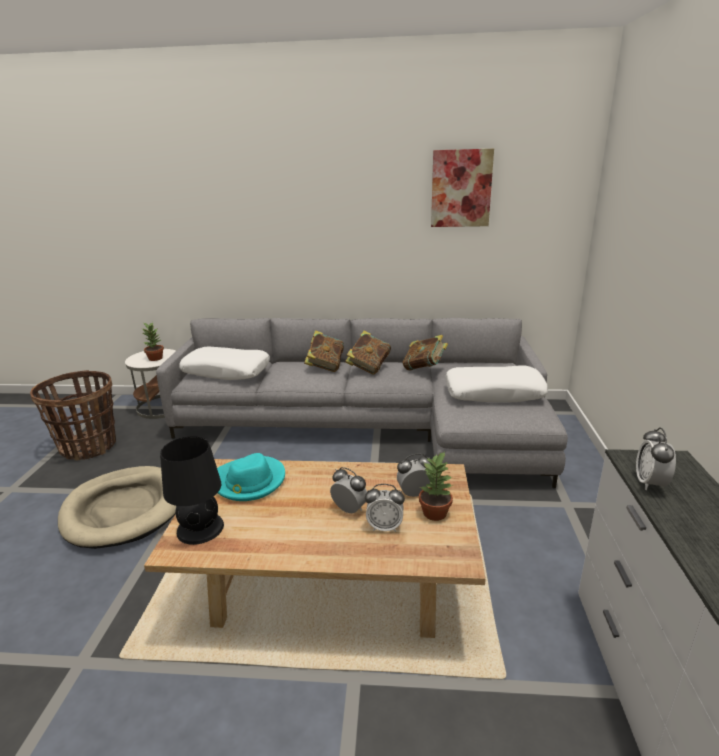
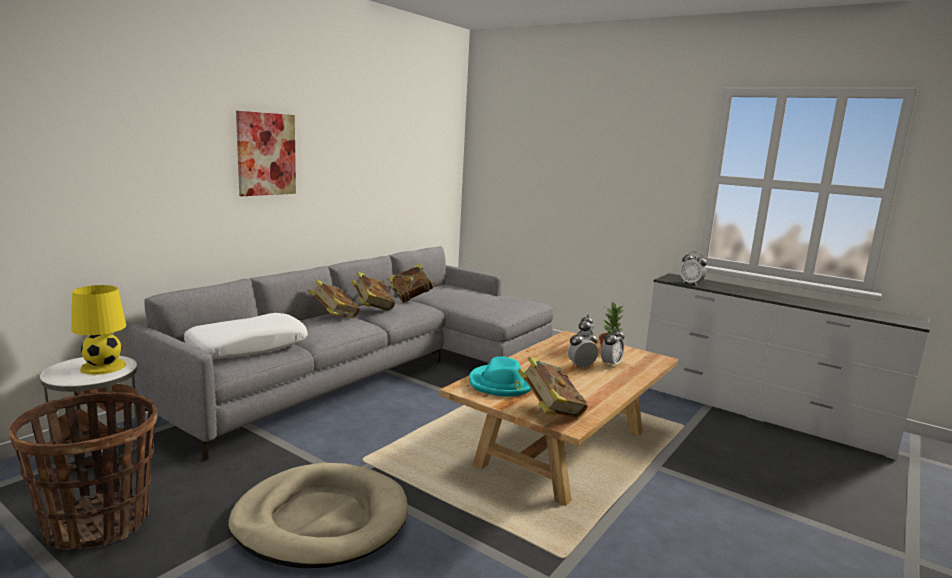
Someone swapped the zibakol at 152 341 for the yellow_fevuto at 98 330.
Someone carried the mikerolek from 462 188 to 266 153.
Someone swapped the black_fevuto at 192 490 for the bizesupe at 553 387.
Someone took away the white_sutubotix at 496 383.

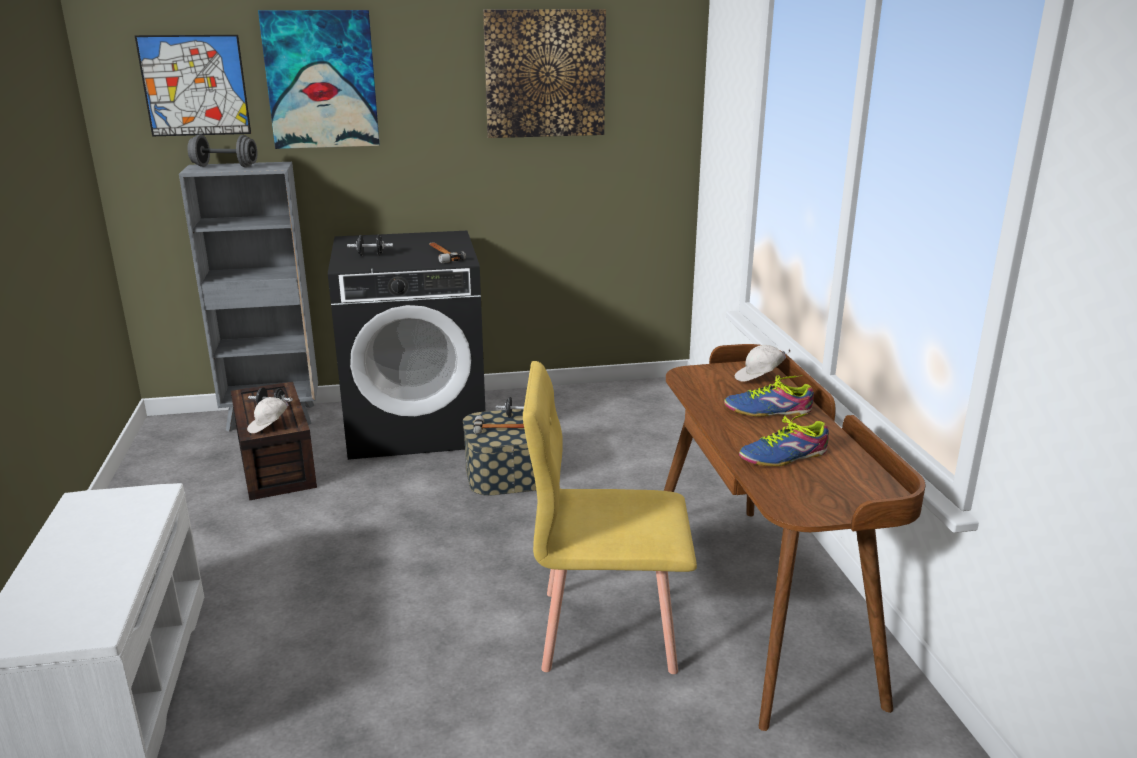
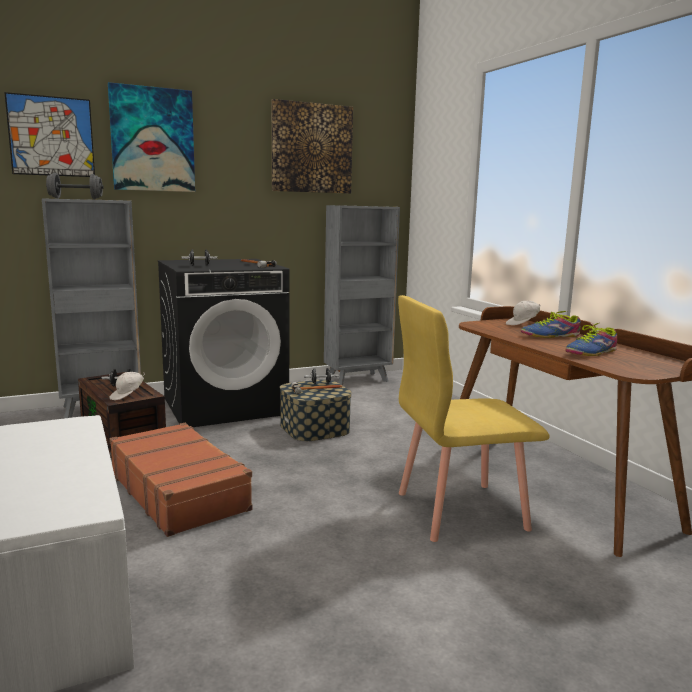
Someone put down the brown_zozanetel at 181 480.
Someone put down the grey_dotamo at 362 295.

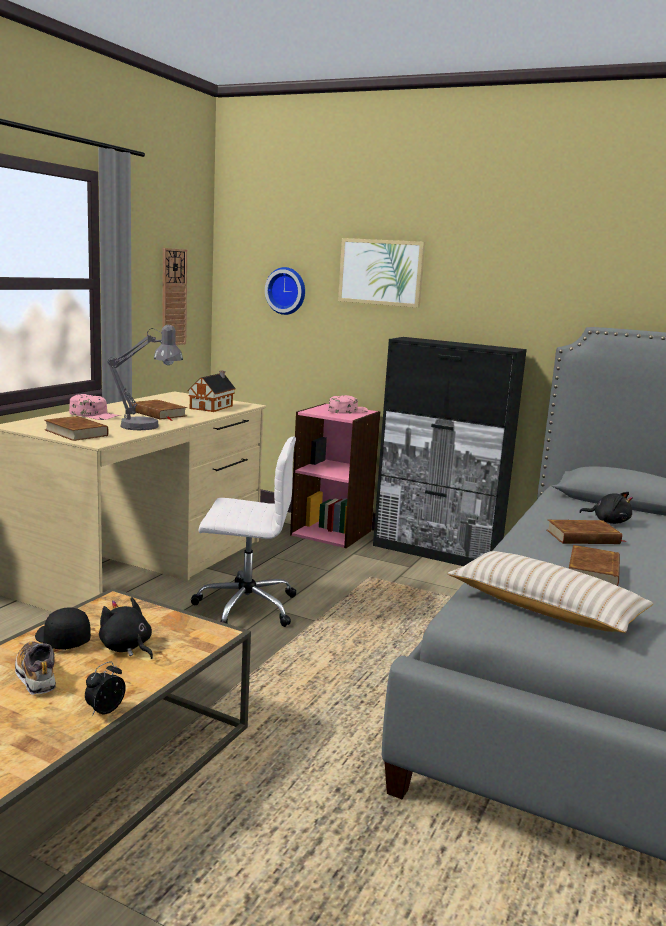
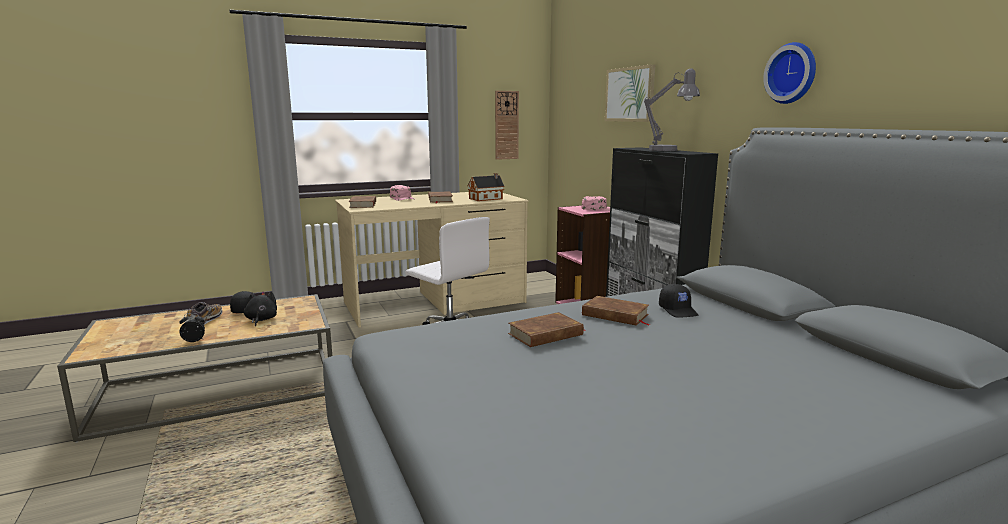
Someone carried the grey_fevuto from 145 378 to 672 109.
Someone swapped the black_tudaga at 606 508 for the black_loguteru at 678 301.
Someone carried the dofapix from 285 291 to 789 73.
Someone took away the beige_sutubotix at 550 592.

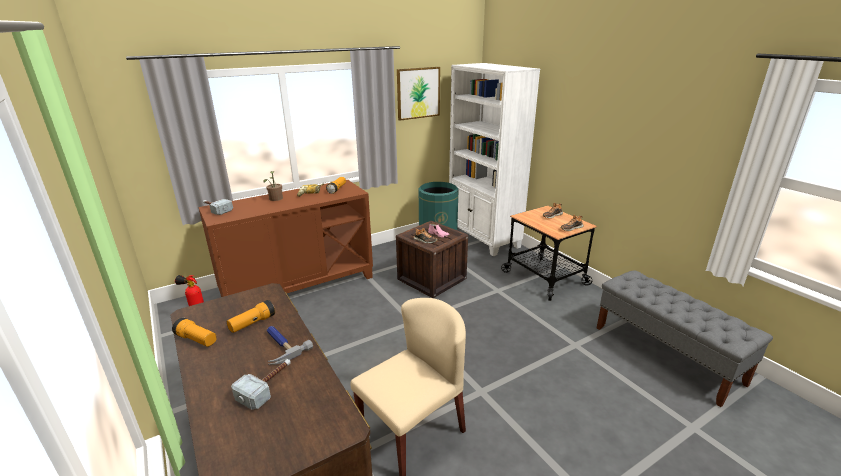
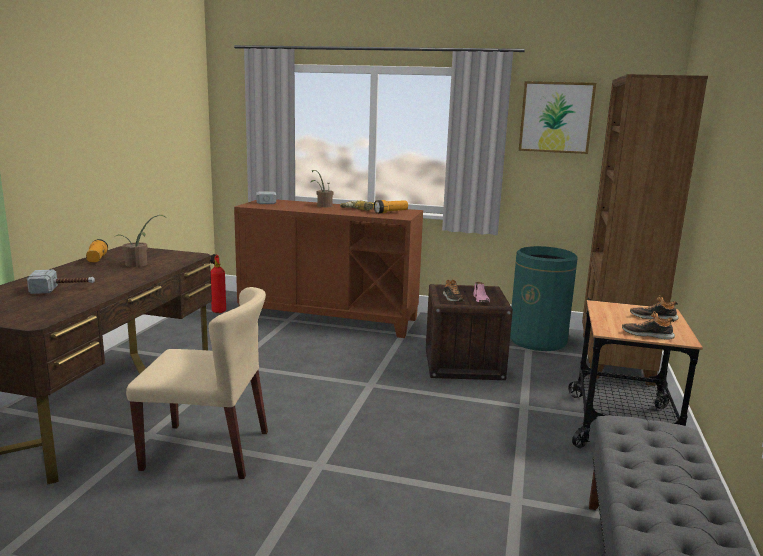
Someone swapped the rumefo at 251 316 for the zibakol at 141 241.
Someone repainted the white_dotamo at 494 159, which became the brown_dotamo at 645 230.
Someone took away the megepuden at 290 345.

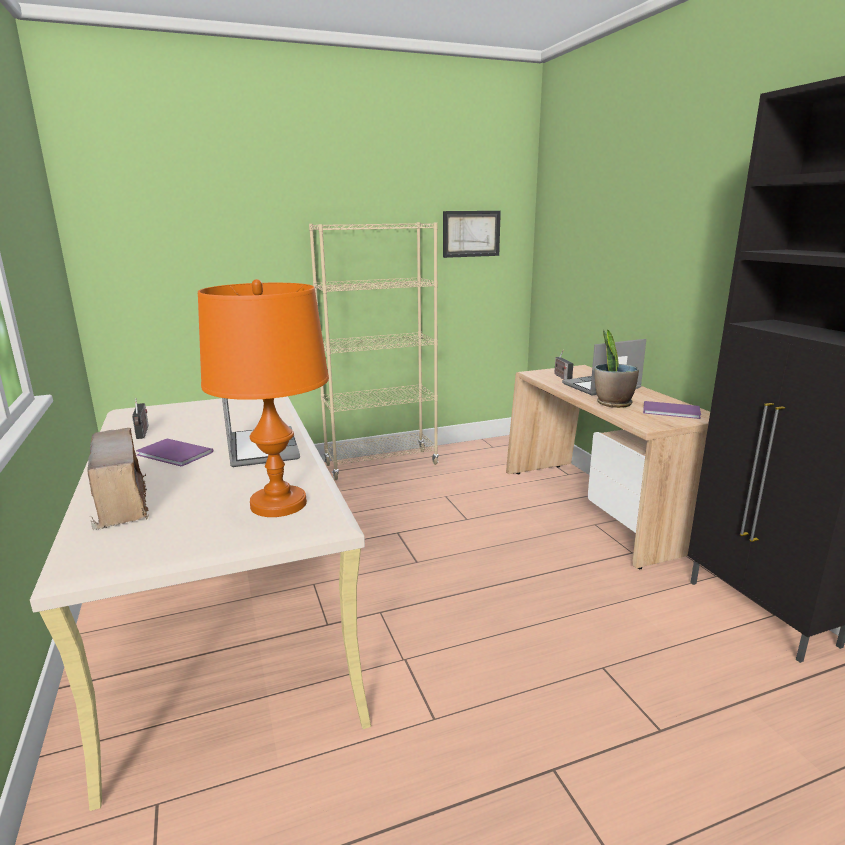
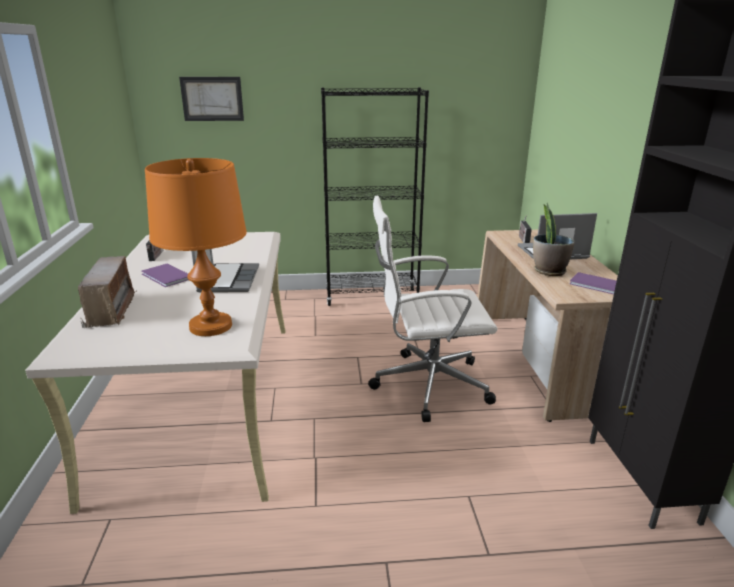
Someone carried the mikerolek from 472 234 to 211 99.
Someone repainted the beige_dotamo at 374 351, which became the black_dotamo at 375 196.
Someone put down the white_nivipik at 433 309.

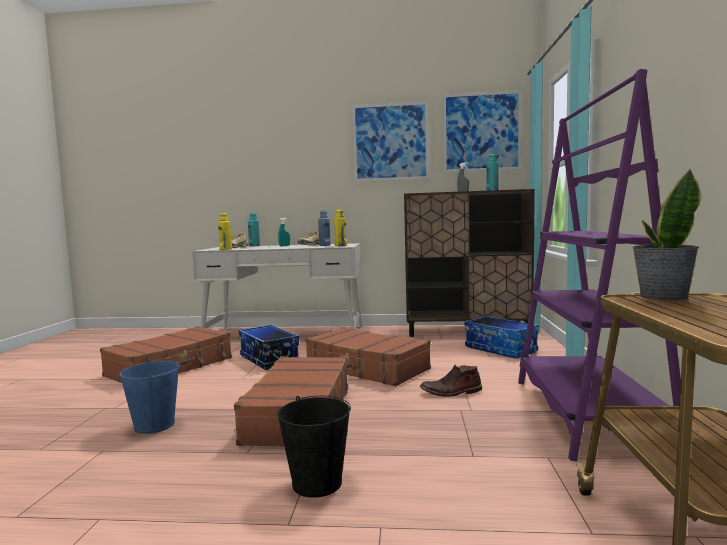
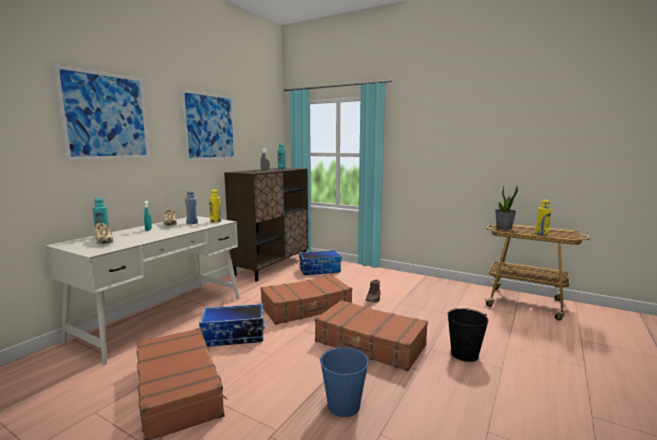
Someone carried the mikerolek from 482 131 to 101 112.
Someone carried the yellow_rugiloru from 225 231 to 543 217.
Someone took away the purple_dotamo at 599 265.

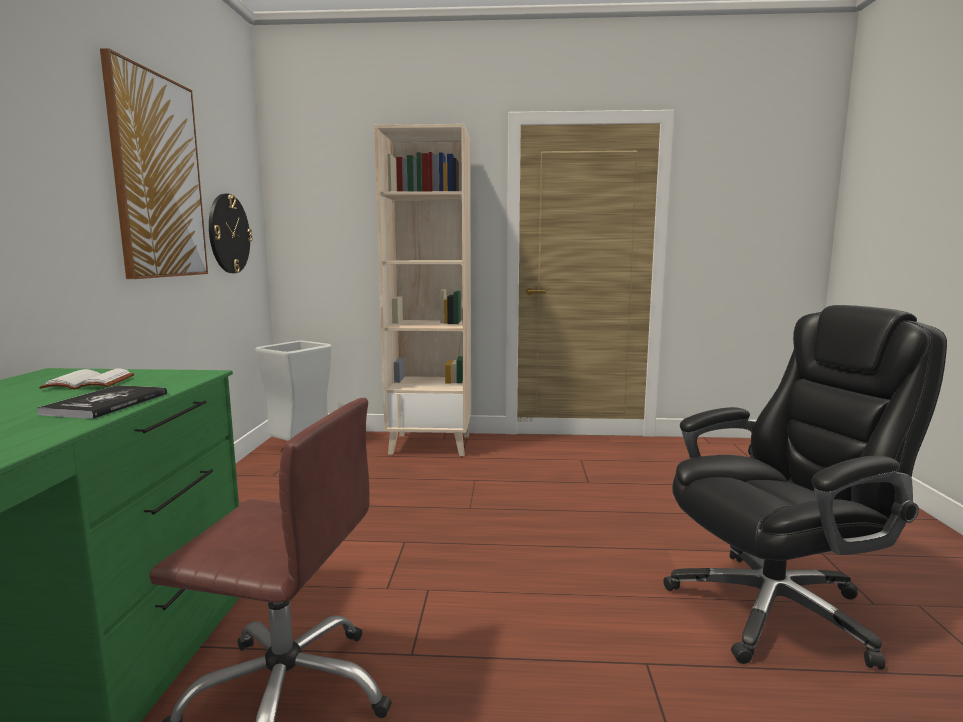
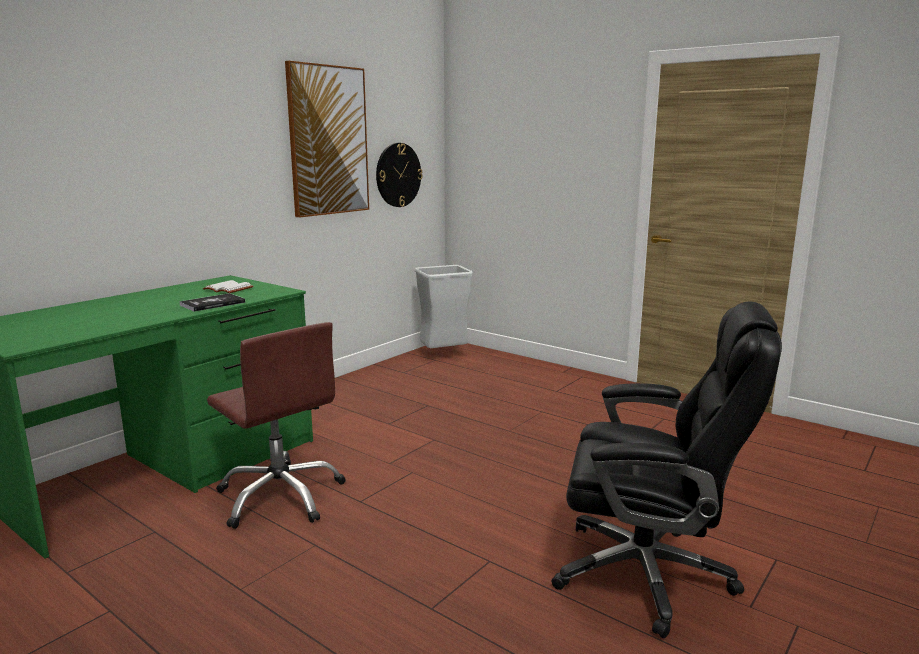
Someone took away the beige_dotamo at 422 290.

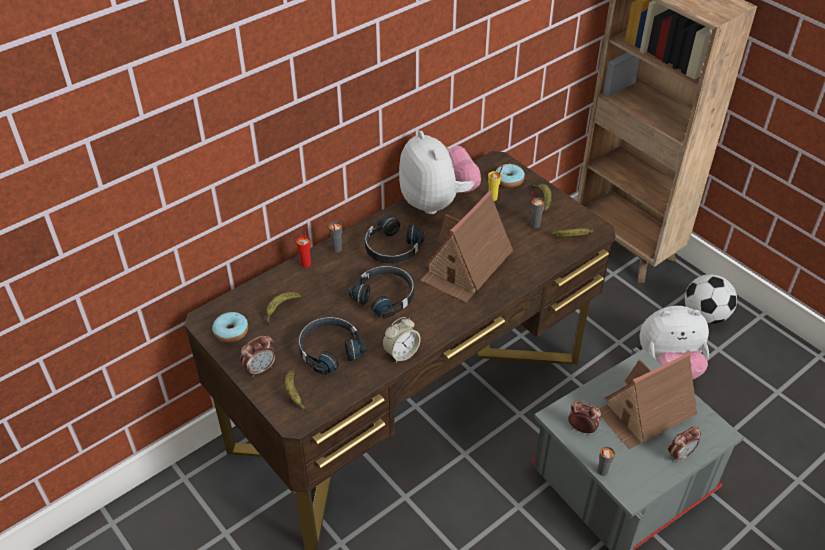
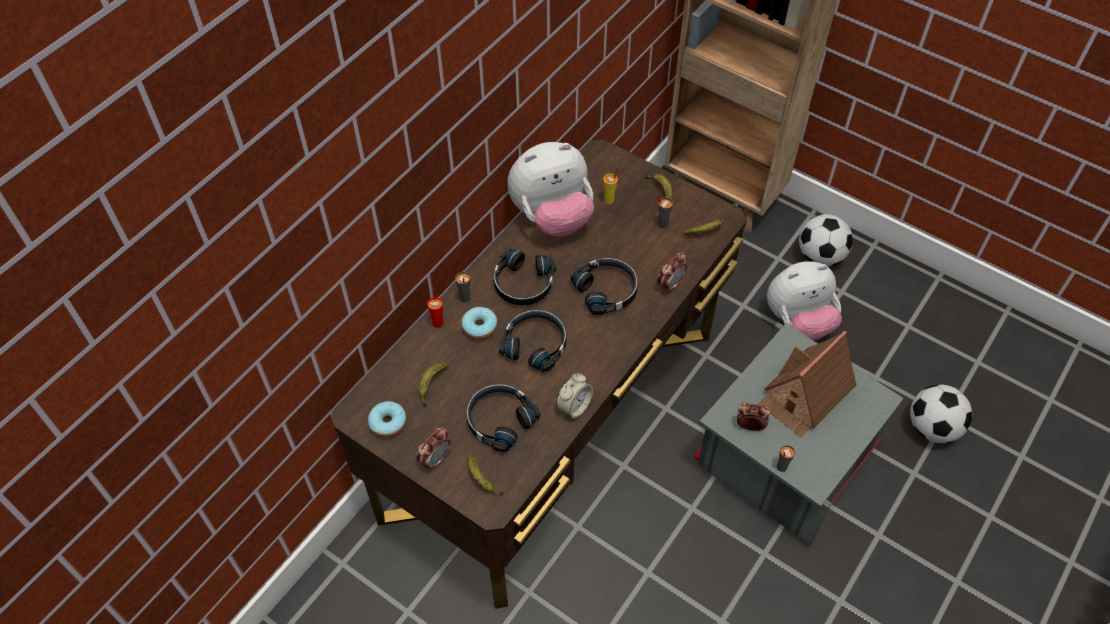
Someone carried the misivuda from 510 176 to 479 323.
Someone rotated the tudaga at 440 172 by 105 degrees clockwise.
Someone swapped the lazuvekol at 466 246 for the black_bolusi at 604 286.
Someone carried the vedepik from 684 444 to 672 272.
Someone put down the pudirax at 941 413.

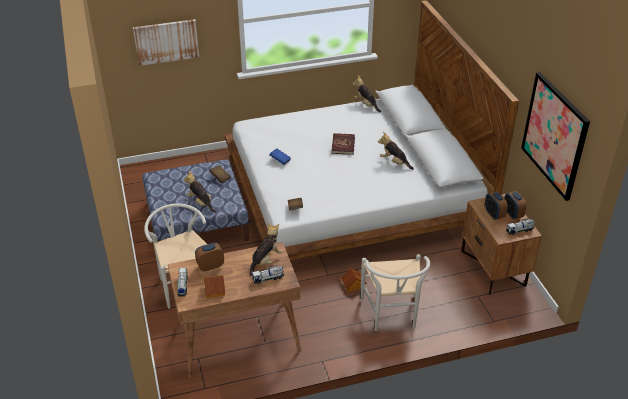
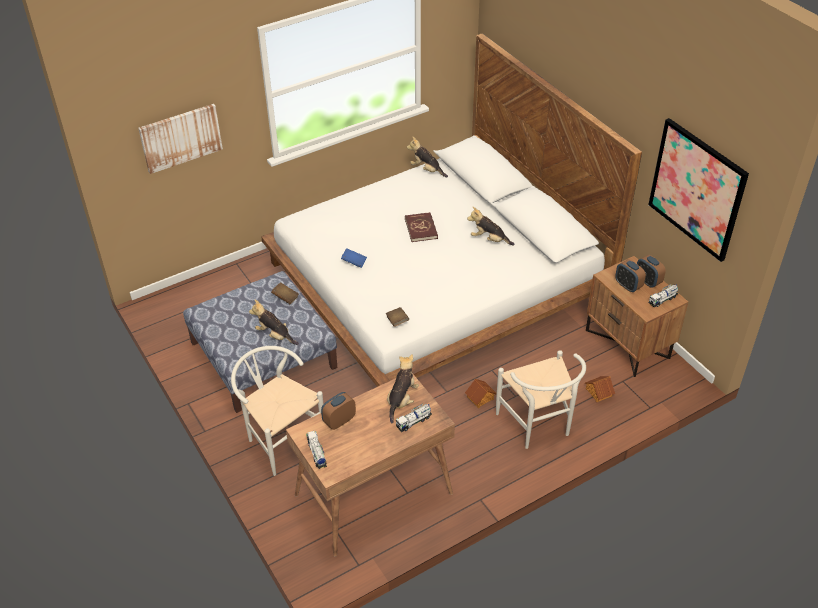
Someone carried the lazuvekol from 214 286 to 600 389.

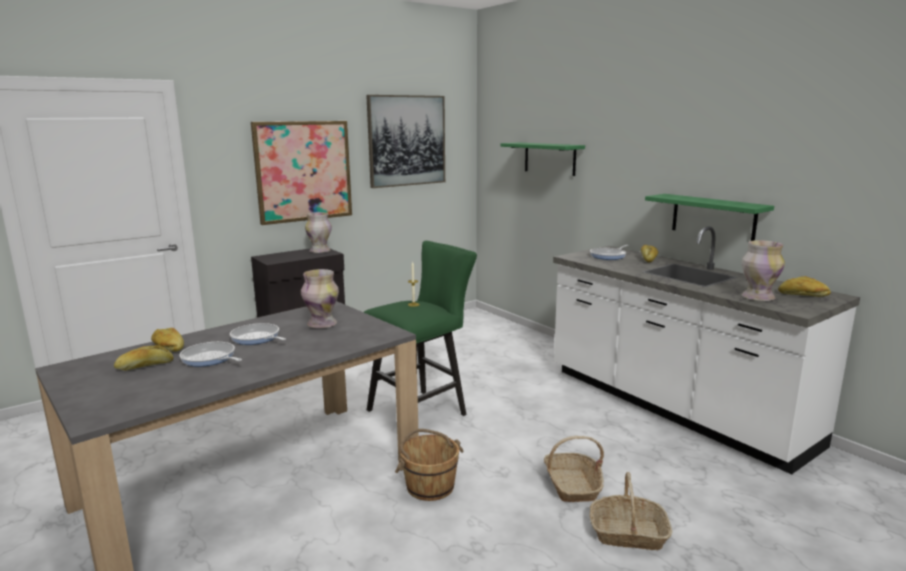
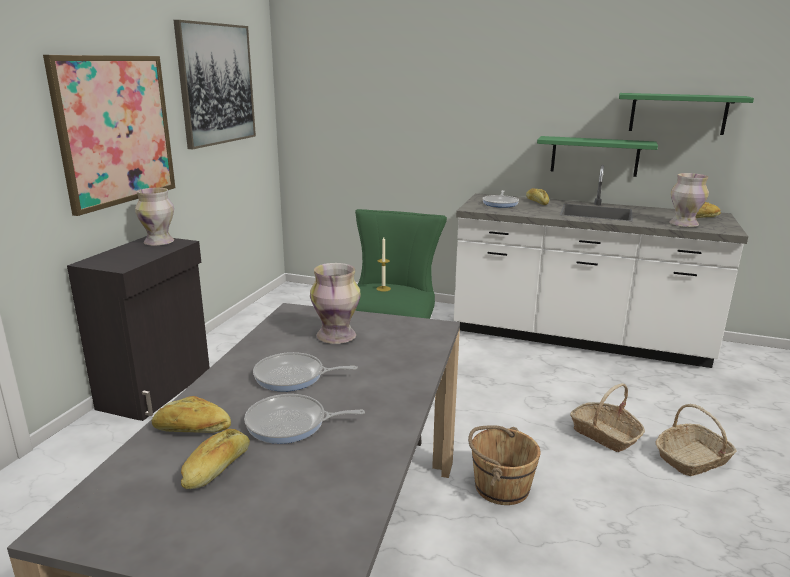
Someone carried the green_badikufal from 543 159 to 686 114.

